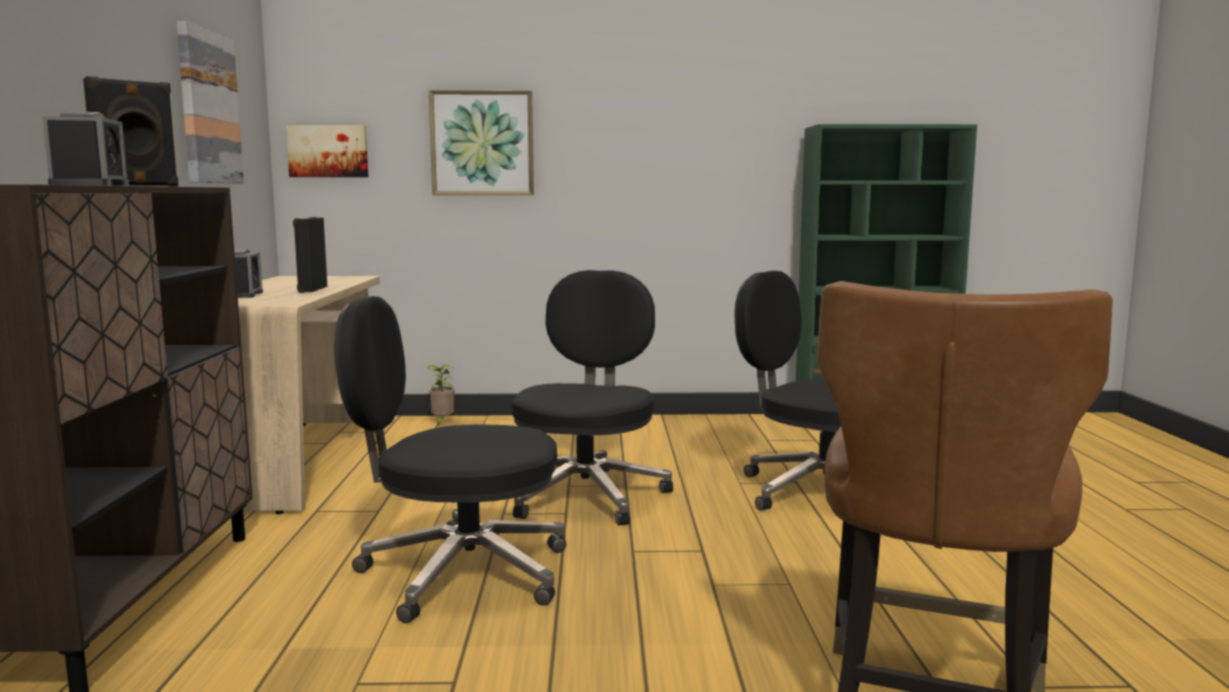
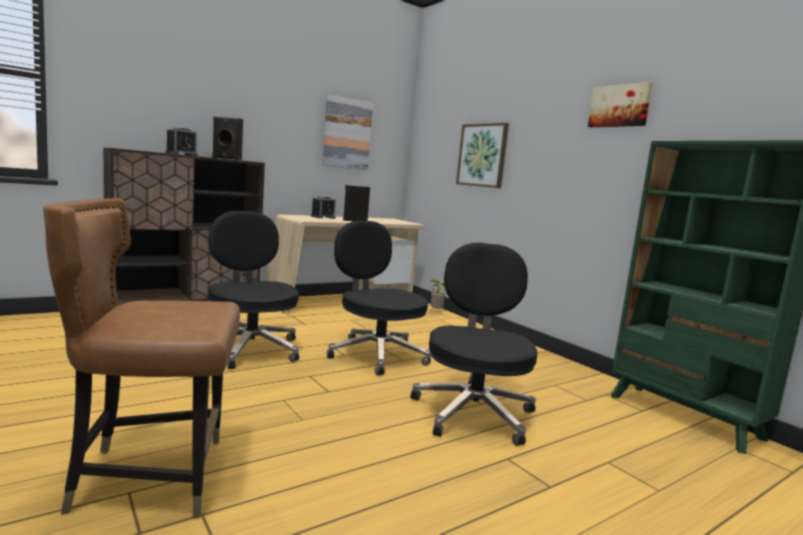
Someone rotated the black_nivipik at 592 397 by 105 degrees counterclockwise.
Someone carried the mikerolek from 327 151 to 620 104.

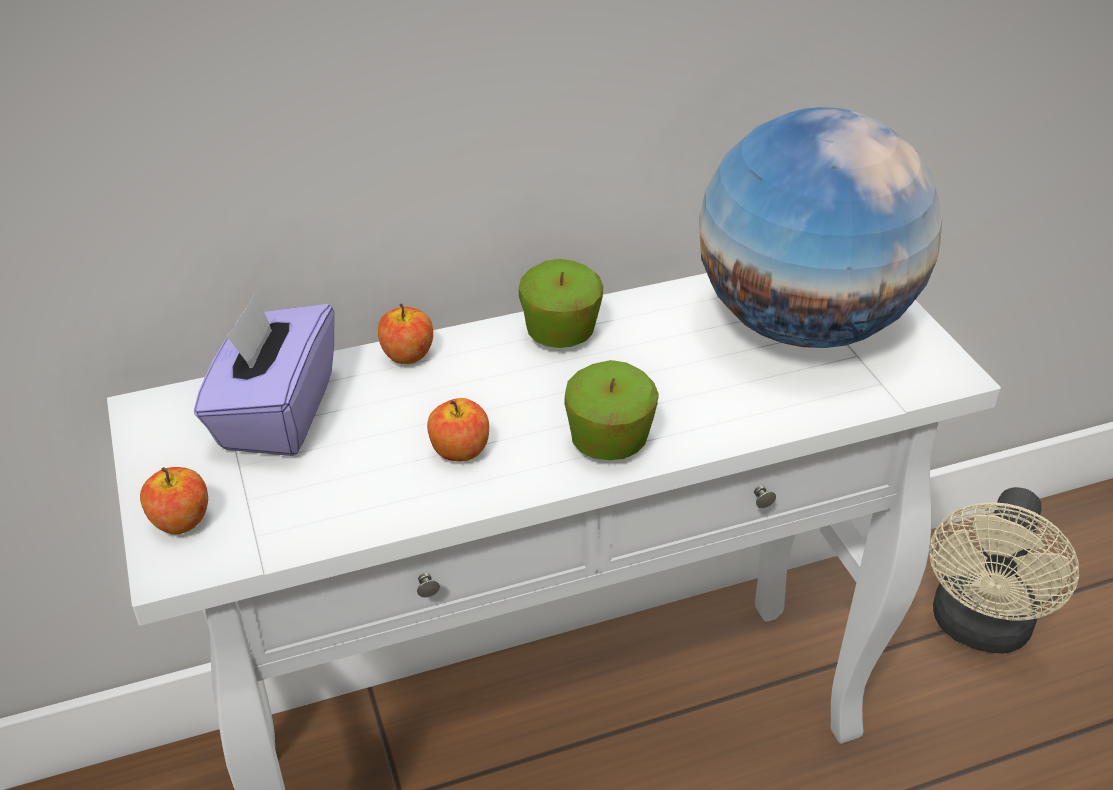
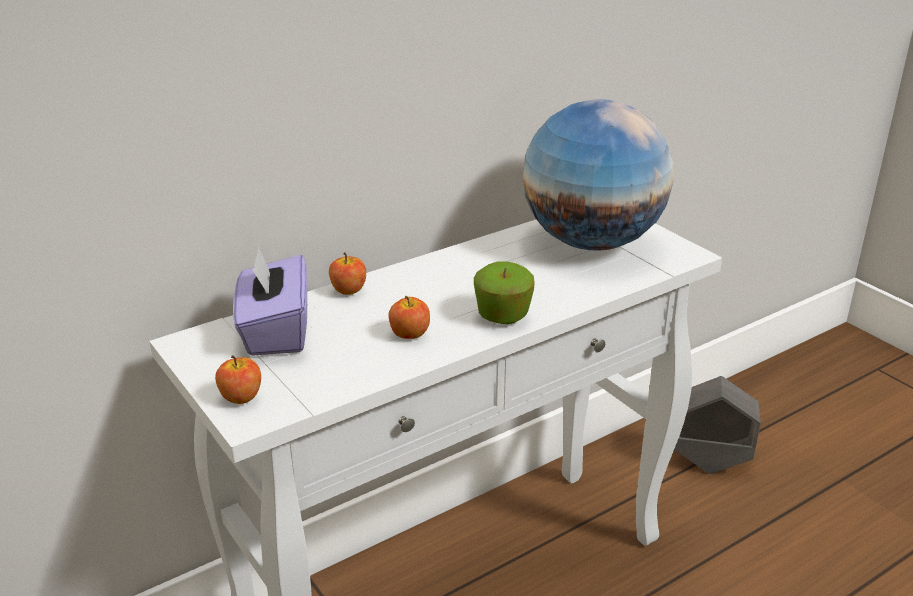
Someone swapped the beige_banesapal at 1004 570 for the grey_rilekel at 717 425.
Someone took away the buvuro at 561 303.

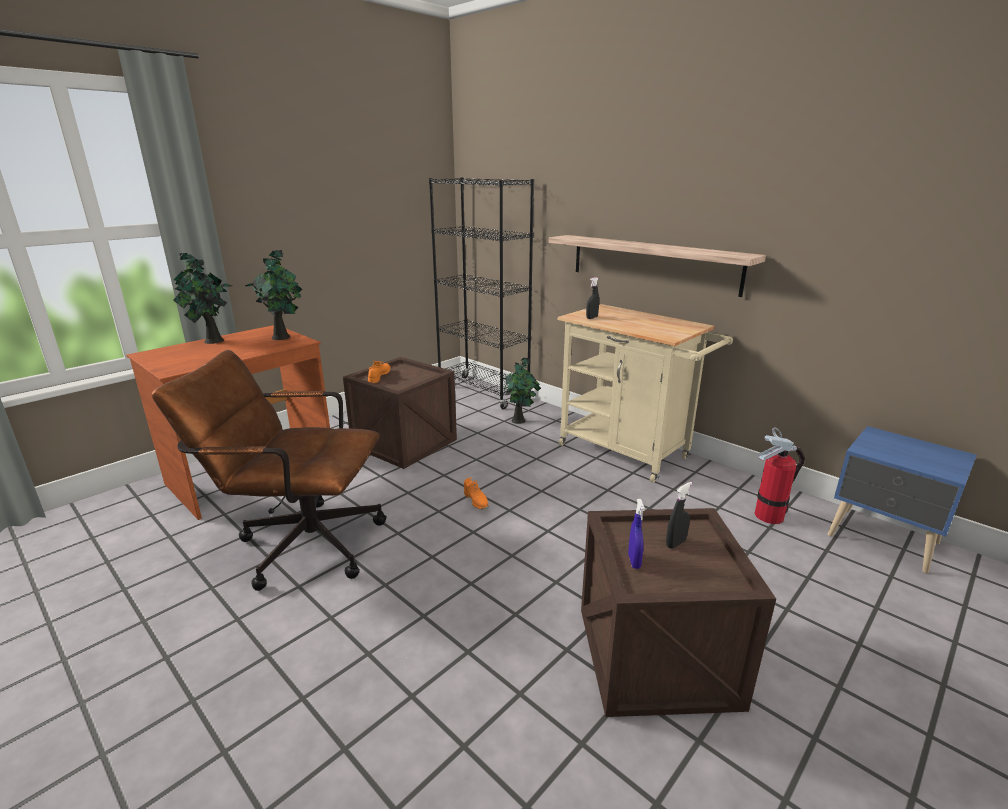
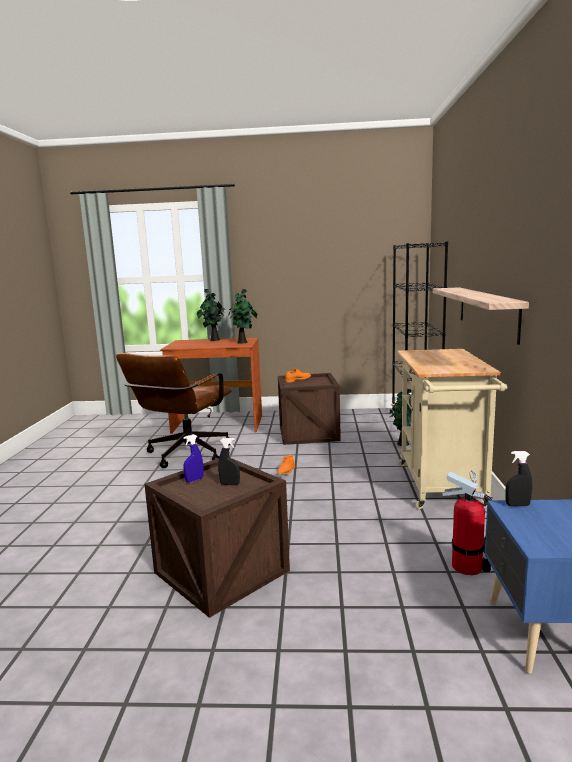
Someone rotated the brown_nivipik at 269 470 by 120 degrees counterclockwise.
Someone carried the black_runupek from 592 298 to 518 478.

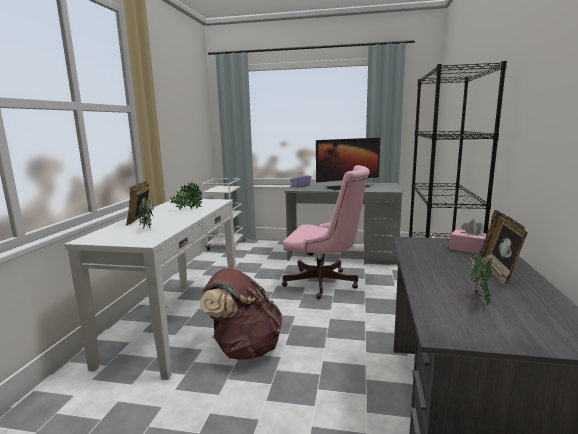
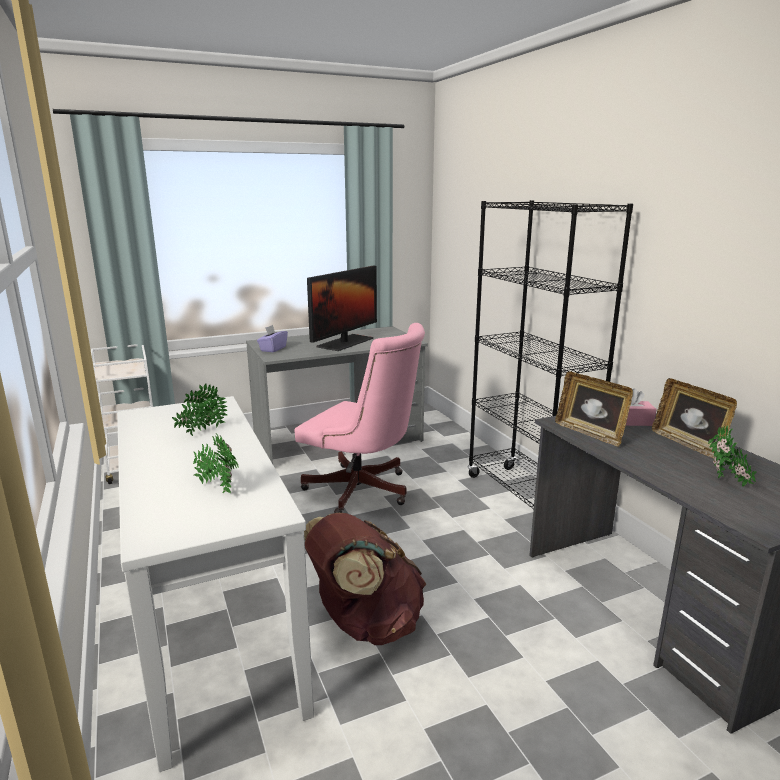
Someone rotated the pink_nivipik at 326 232 by 45 degrees clockwise.
Someone carried the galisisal from 137 203 to 594 409.

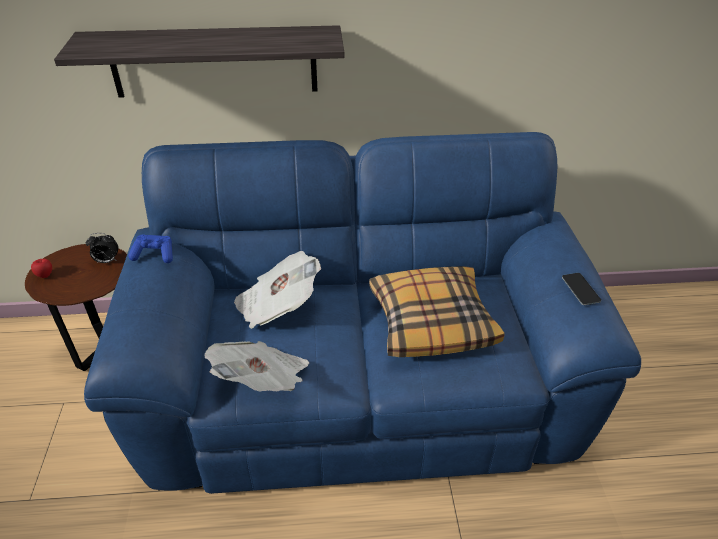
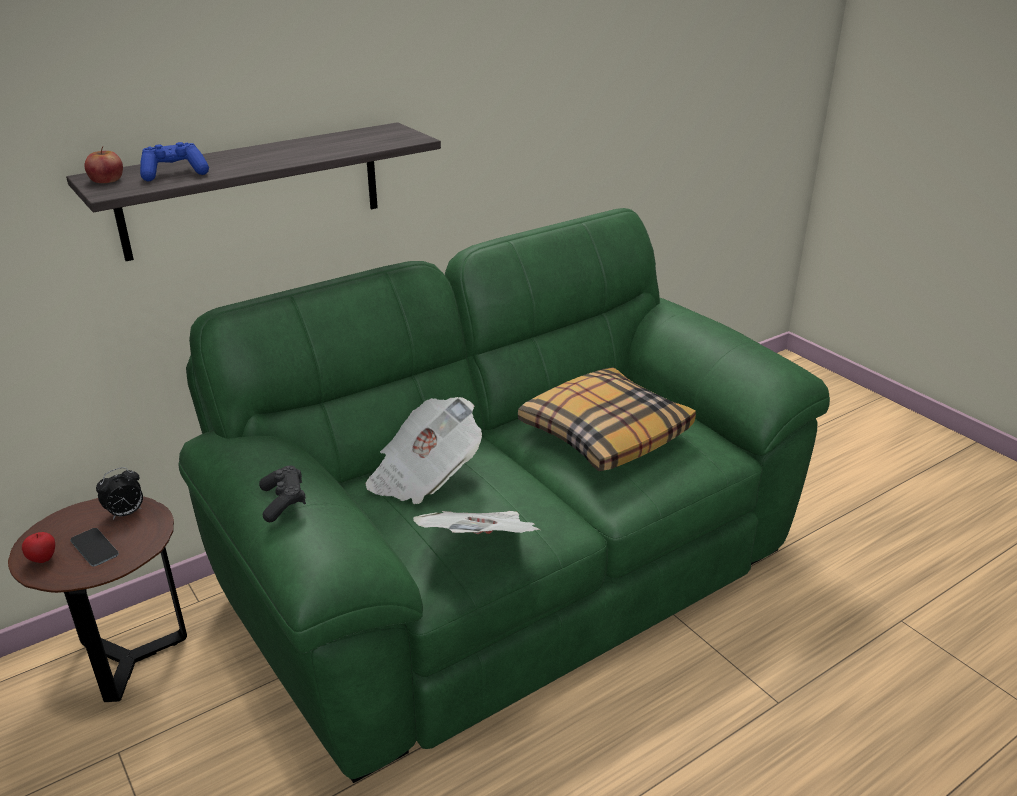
Someone carried the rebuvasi from 581 289 to 94 547.
Someone put down the buvuro at 103 164.
Someone carried the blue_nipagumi from 150 248 to 174 161.
Someone repainted the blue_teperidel at 362 313, which became the green_teperidel at 504 495.
Someone put down the black_nipagumi at 282 494.

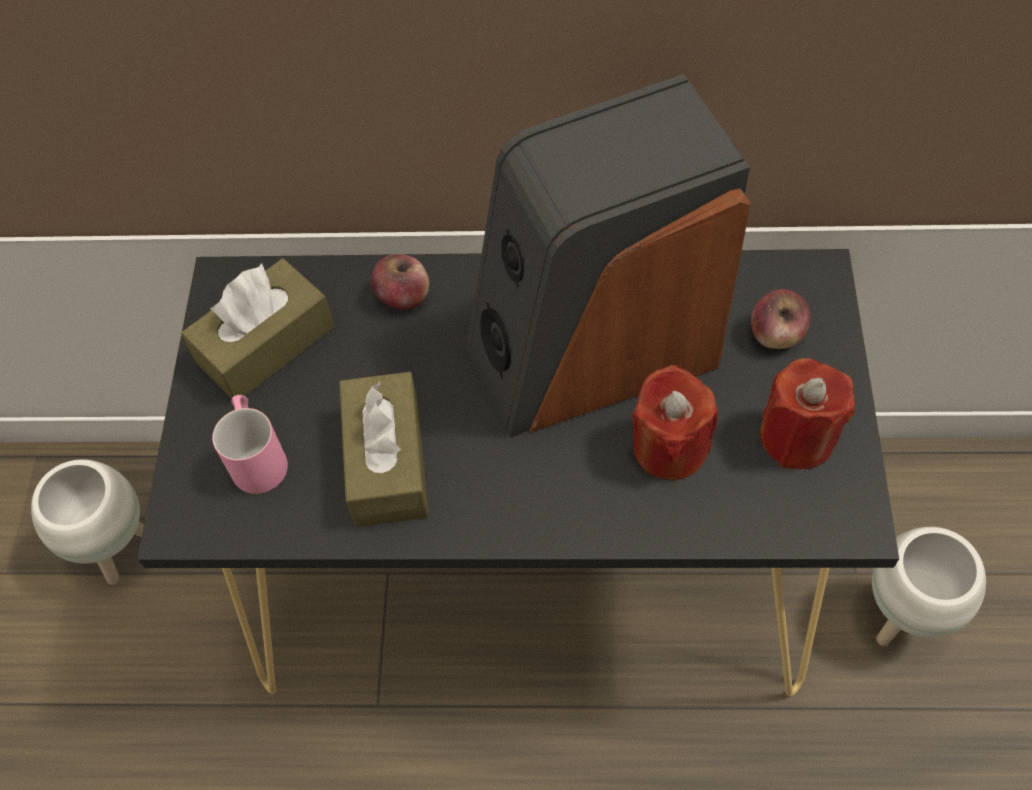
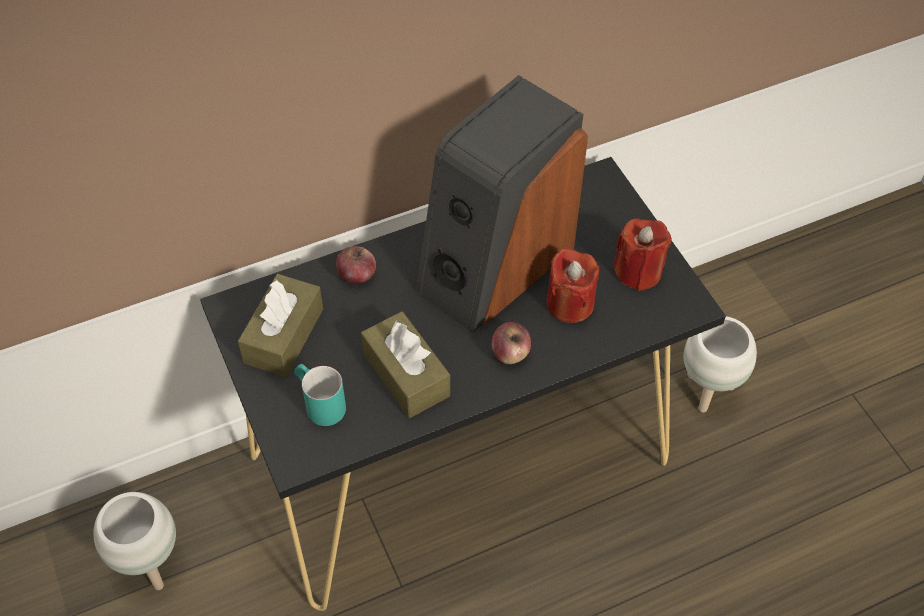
Someone repainted the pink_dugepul at 250 444, which became the turquoise_dugepul at 320 395.
Someone carried the buvuro from 780 319 to 511 343.

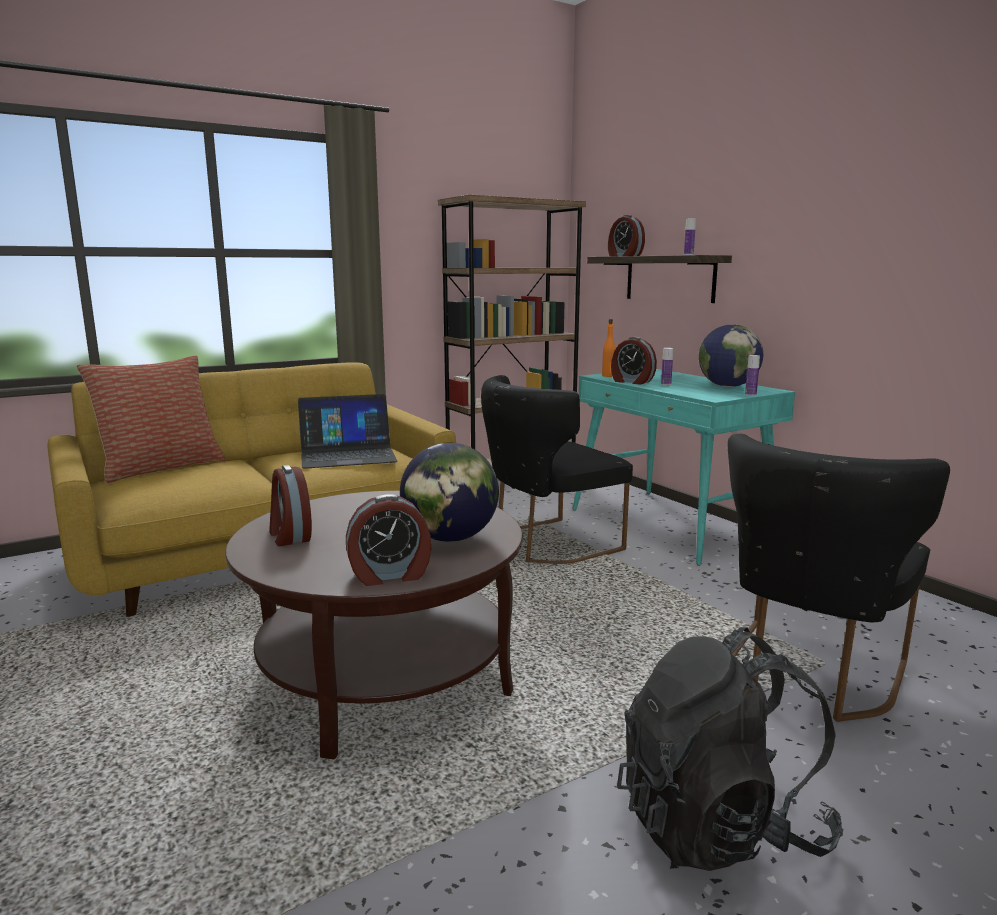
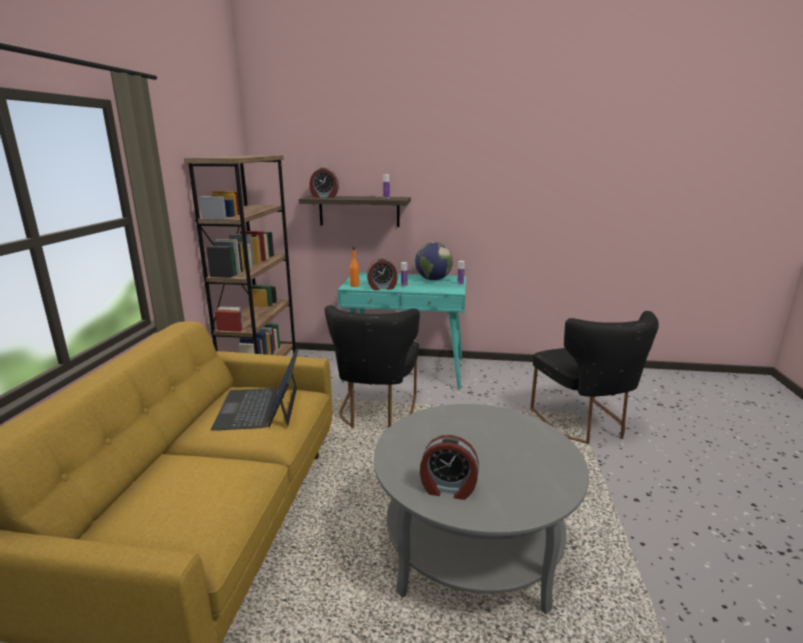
Someone rotated the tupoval at 348 431 by 150 degrees clockwise.
Someone repainted the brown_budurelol at 374 625, which became the grey_budurelol at 481 509.
Someone took away the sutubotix at 151 419.
Someone took away the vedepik at 388 540.
Someone took away the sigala at 449 492.
Someone took away the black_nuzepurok at 730 749.

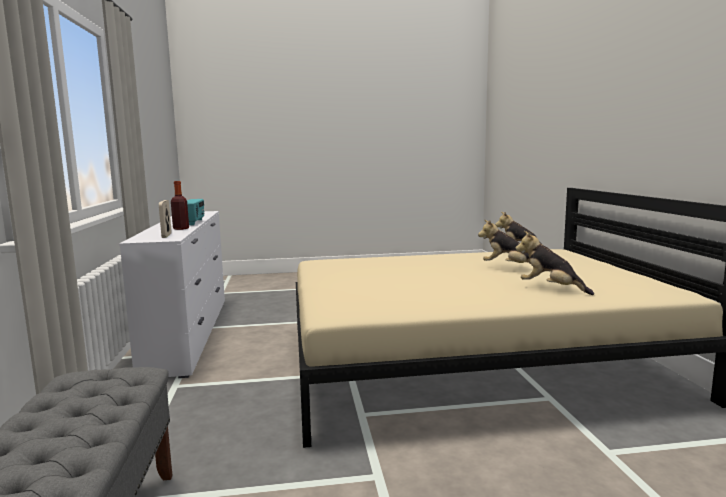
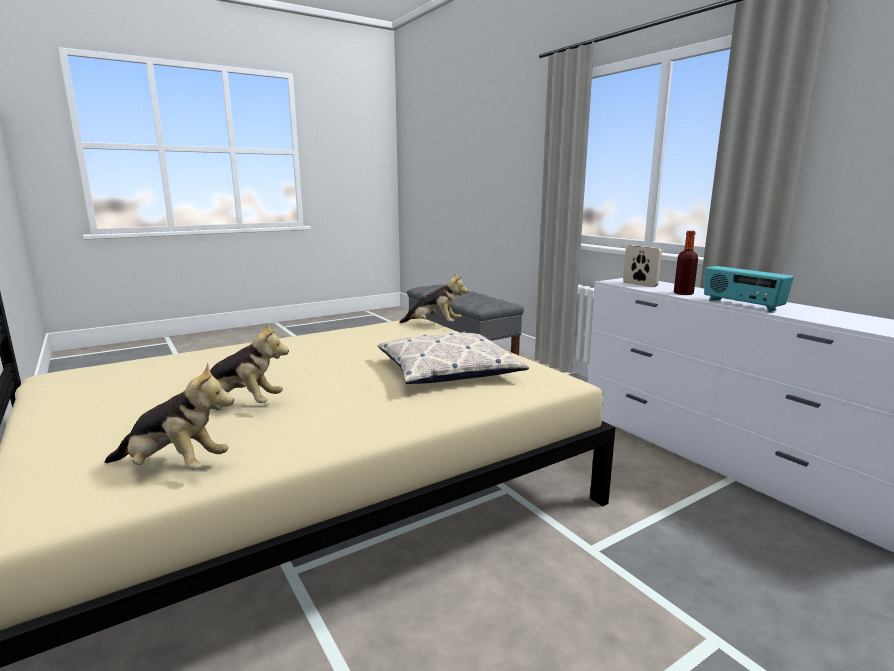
Someone put down the sutubotix at 453 358.
Someone carried the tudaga from 554 263 to 433 298.

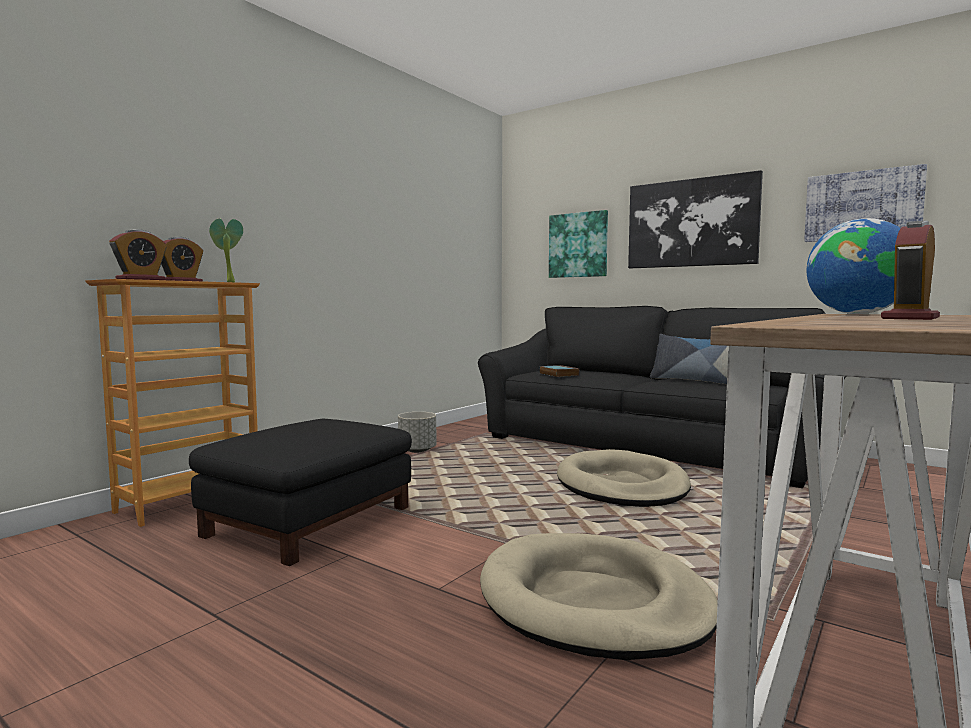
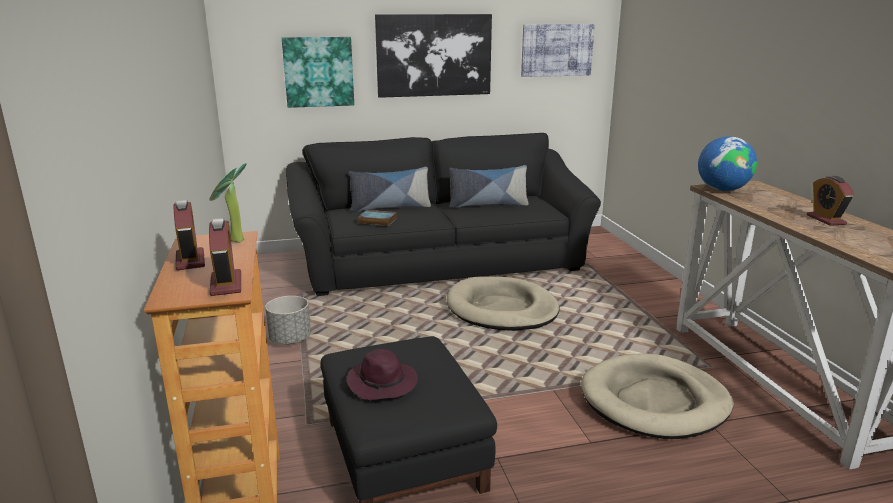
Someone put down the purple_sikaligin at 382 374.
Someone put down the sutubotix at 390 189.

